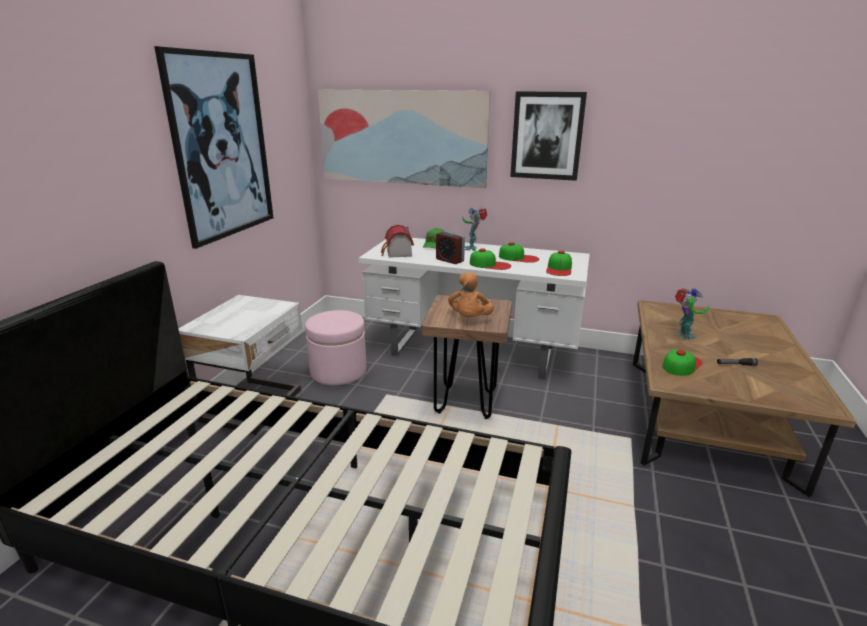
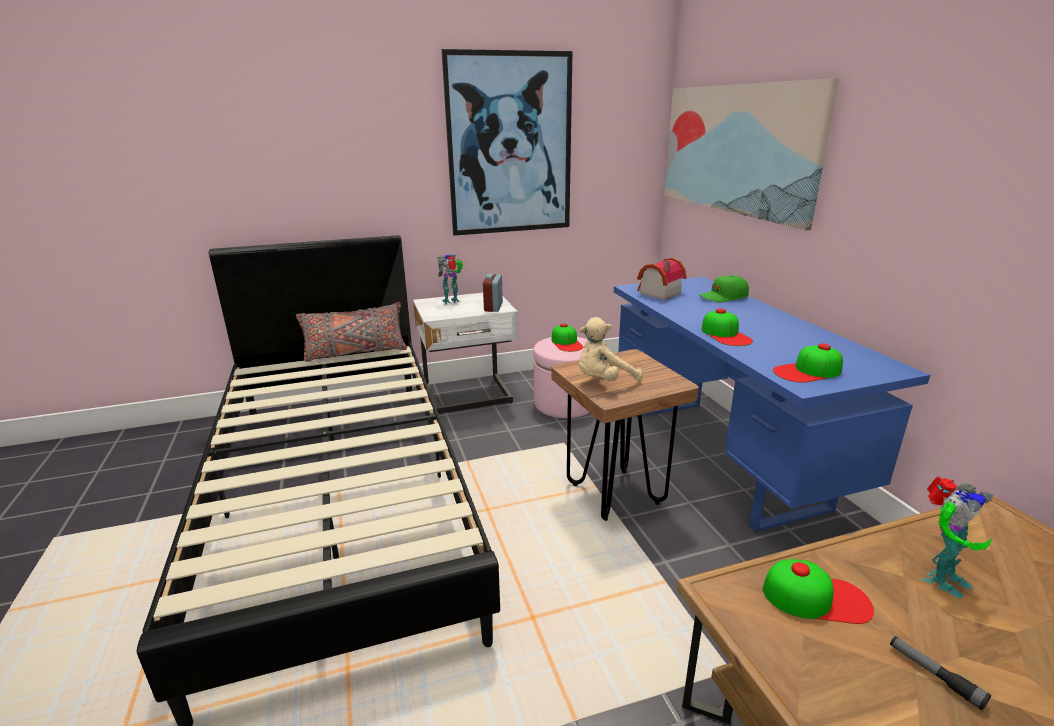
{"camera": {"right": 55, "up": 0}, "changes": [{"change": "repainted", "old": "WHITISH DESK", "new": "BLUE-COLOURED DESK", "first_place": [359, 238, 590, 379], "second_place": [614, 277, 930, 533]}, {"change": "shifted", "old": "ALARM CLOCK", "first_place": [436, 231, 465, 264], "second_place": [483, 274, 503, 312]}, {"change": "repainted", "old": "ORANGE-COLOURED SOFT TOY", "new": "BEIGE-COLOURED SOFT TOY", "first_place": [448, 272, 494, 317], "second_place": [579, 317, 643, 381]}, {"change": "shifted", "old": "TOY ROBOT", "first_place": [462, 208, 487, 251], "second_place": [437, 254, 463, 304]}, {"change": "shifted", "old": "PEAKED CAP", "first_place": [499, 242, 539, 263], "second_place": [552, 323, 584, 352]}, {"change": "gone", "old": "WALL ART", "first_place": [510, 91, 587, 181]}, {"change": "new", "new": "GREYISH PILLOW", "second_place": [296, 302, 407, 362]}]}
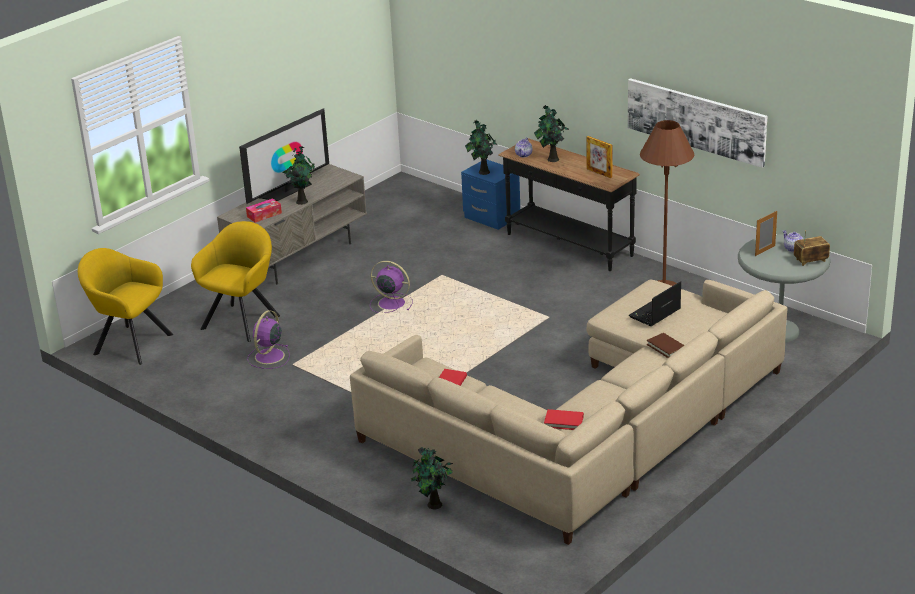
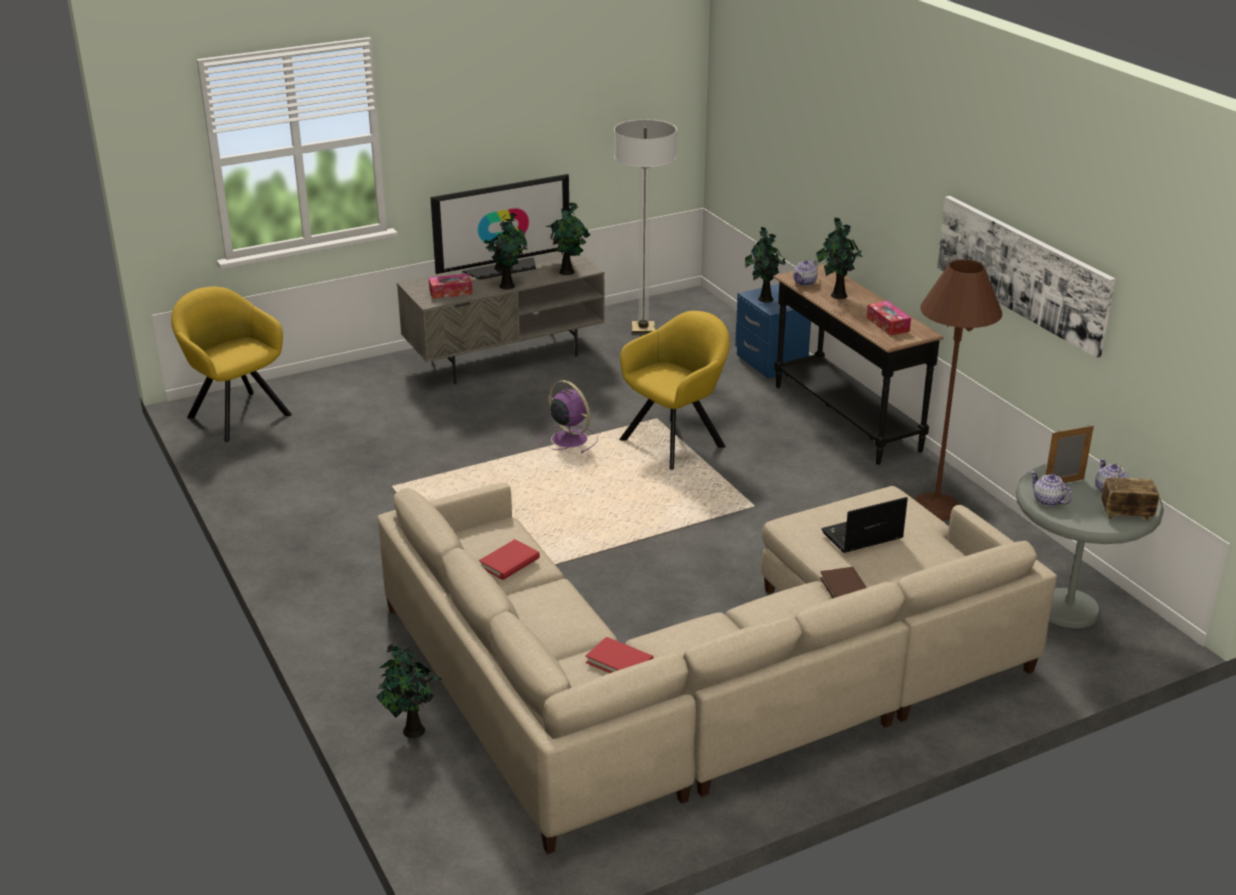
{"camera": {"right": 20, "up": 0}, "changes": [{"change": "shifted", "old": "YELLOW LOUNGE CHAIR", "first_place": [191, 221, 280, 342], "second_place": [619, 311, 730, 470]}, {"change": "gone", "old": "PURPLISH ELECTRIC FAN", "first_place": [247, 310, 290, 369]}, {"change": "swapped", "old": "PICTURE FRAME", "new": "TISSUE BOX", "first_place": [586, 136, 612, 178], "second_place": [867, 301, 911, 336]}, {"change": "new", "new": "PLANT IN A POT", "second_place": [546, 203, 590, 275]}, {"change": "new", "new": "STANDARD LAMP", "second_place": [614, 119, 677, 333]}, {"change": "new", "new": "POT FOR TEA", "second_place": [1030, 471, 1073, 506]}]}
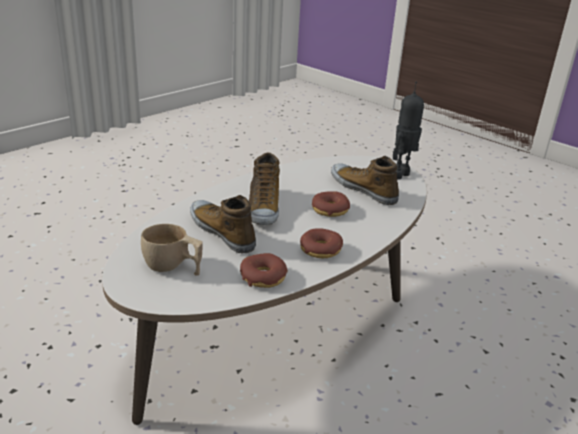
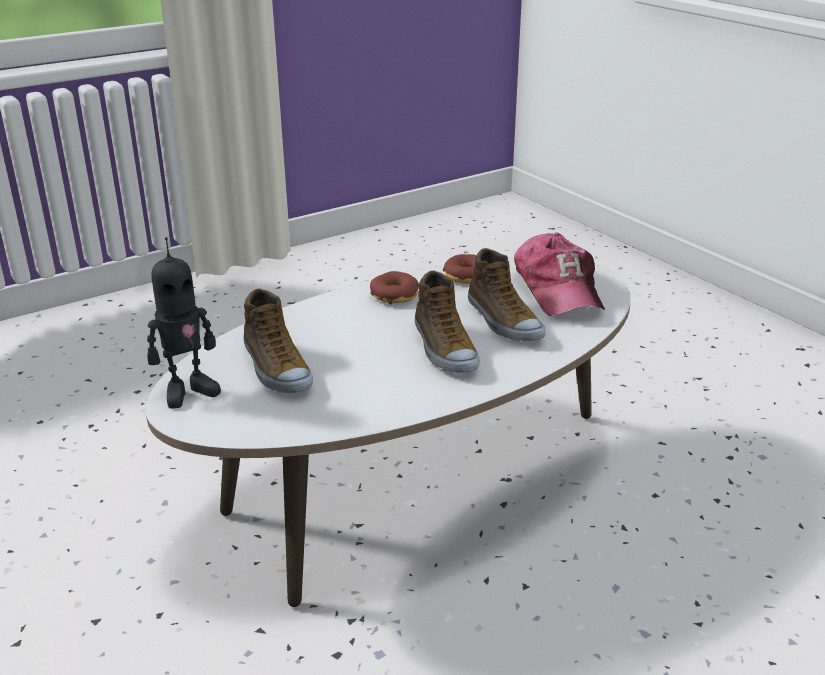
{"camera": {"right": -165, "up": 0}, "changes": [{"change": "swapped", "old": "BEIGE-COLOURED SMALL CUP", "new": "PEAKED CAP", "first_place": [141, 224, 203, 276], "second_place": [514, 232, 605, 316]}, {"change": "rotated", "old": "ITEM OF FOOTWEAR", "first_place": [248, 153, 280, 225], "second_place": [415, 271, 480, 373], "degrees": 150}, {"change": "gone", "old": "DONUT", "first_place": [312, 191, 350, 217]}]}
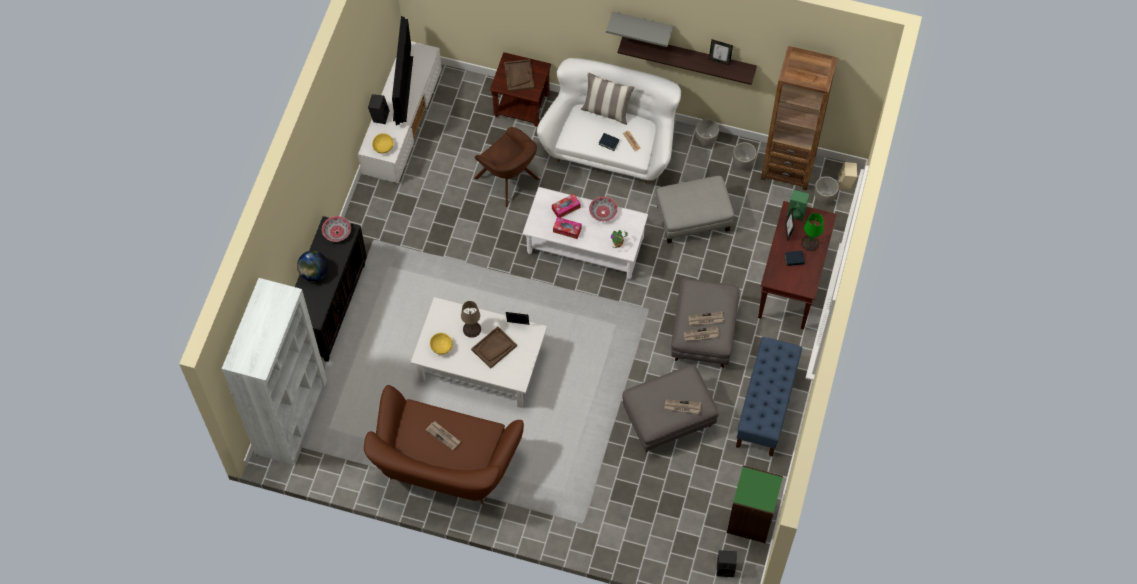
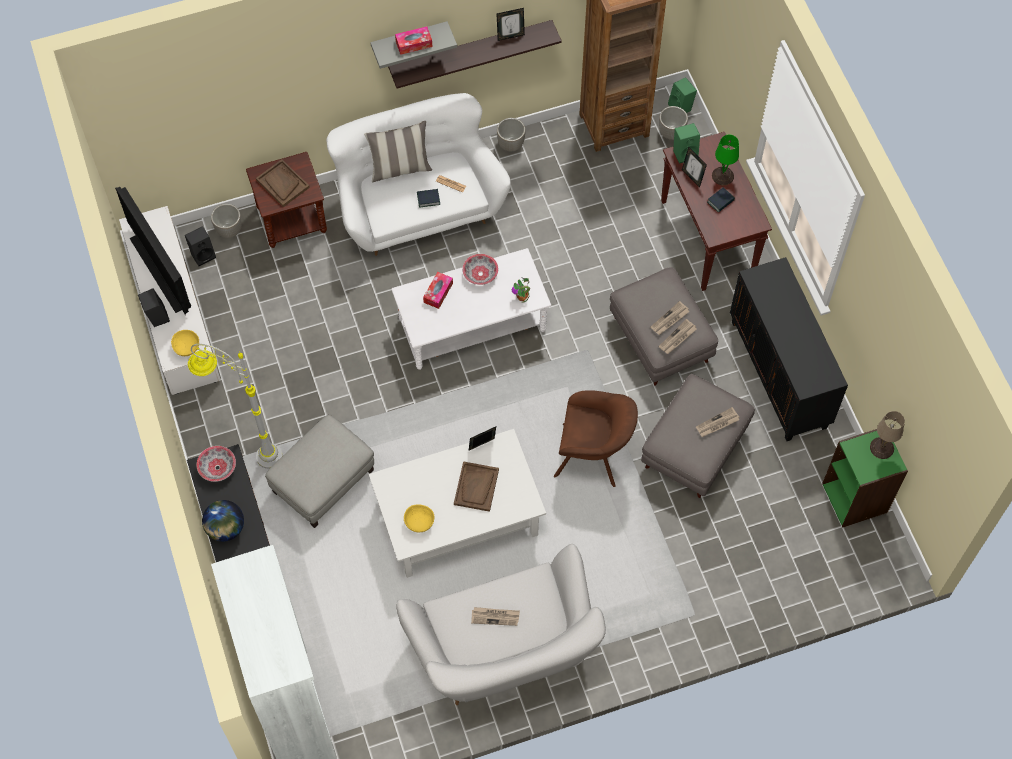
{"camera": {"right": -35, "up": 0}, "changes": [{"change": "repainted", "old": "BROWN-COLOURED SOFA", "new": "WHITISH SOFA", "first_place": [364, 385, 524, 505], "second_place": [396, 544, 606, 705]}, {"change": "shifted", "old": "BEIGE-COLOURED LAMP FOR A TABLE", "first_place": [461, 301, 481, 338], "second_place": [870, 411, 905, 459]}, {"change": "shifted", "old": "BROWN-COLOURED LOUNGE CHAIR", "first_place": [474, 127, 539, 207], "second_place": [554, 390, 638, 487]}, {"change": "shifted", "old": "TISSUE BOX", "first_place": [553, 217, 582, 239], "second_place": [395, 26, 432, 55]}, {"change": "shifted", "old": "GREYISH OTTOMAN", "first_place": [656, 176, 734, 243], "second_place": [265, 415, 374, 528]}, {"change": "shifted", "old": "BLACK-COLOURED SPEAKER", "first_place": [717, 550, 737, 577], "second_place": [185, 226, 216, 266]}, {"change": "shifted", "old": "PLANTER", "first_place": [733, 142, 757, 170], "second_place": [211, 204, 242, 238]}, {"change": "swapped", "old": "BLUE-COLOURED BENCH", "new": "BLACK-COLOURED STORAGE CABINET", "first_place": [736, 337, 802, 457], "second_place": [730, 257, 848, 441]}, {"change": "repainted", "old": "BEIGE-COLOURED SPEAKER", "new": "GREENISH SPEAKER", "first_place": [838, 162, 857, 190], "second_place": [668, 77, 697, 113]}, {"change": "new", "new": "GREYISH STANDARD LAMP", "second_place": [188, 344, 283, 469]}]}
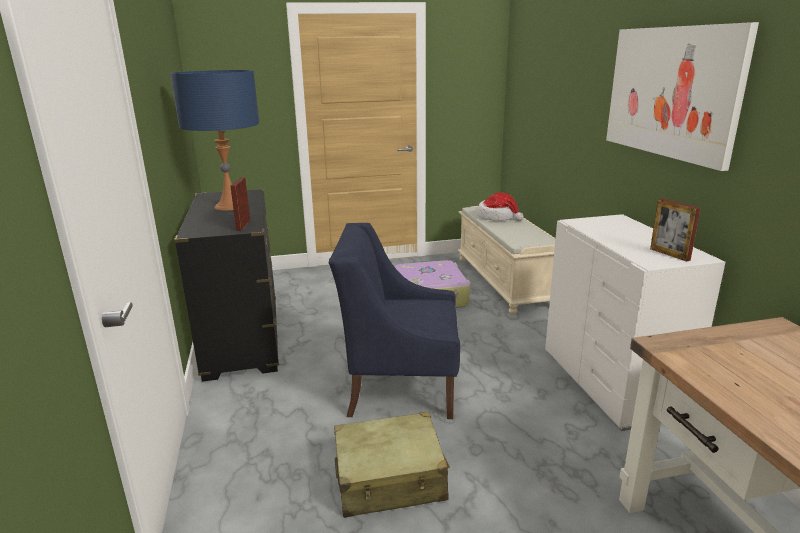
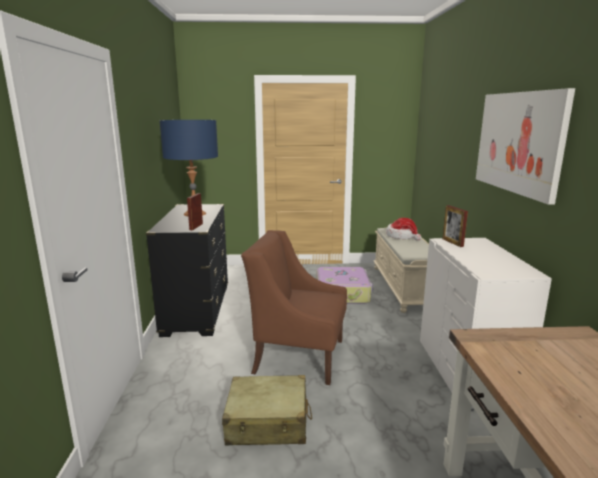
{"camera": {"right": 10, "up": -5}, "changes": [{"change": "repainted", "old": "BLUE-COLOURED LOUNGE CHAIR", "new": "BROWN-COLOURED LOUNGE CHAIR", "first_place": [329, 223, 460, 419], "second_place": [241, 230, 347, 385]}, {"change": "shifted", "old": "PICTURE FRAME", "first_place": [650, 198, 701, 262], "second_place": [443, 205, 468, 247]}]}
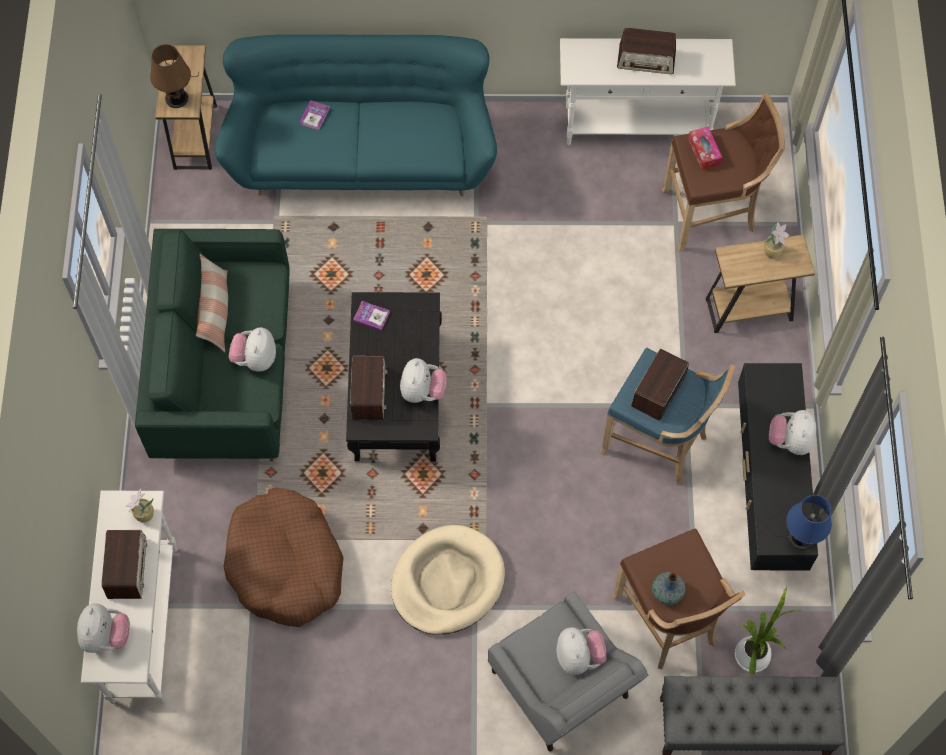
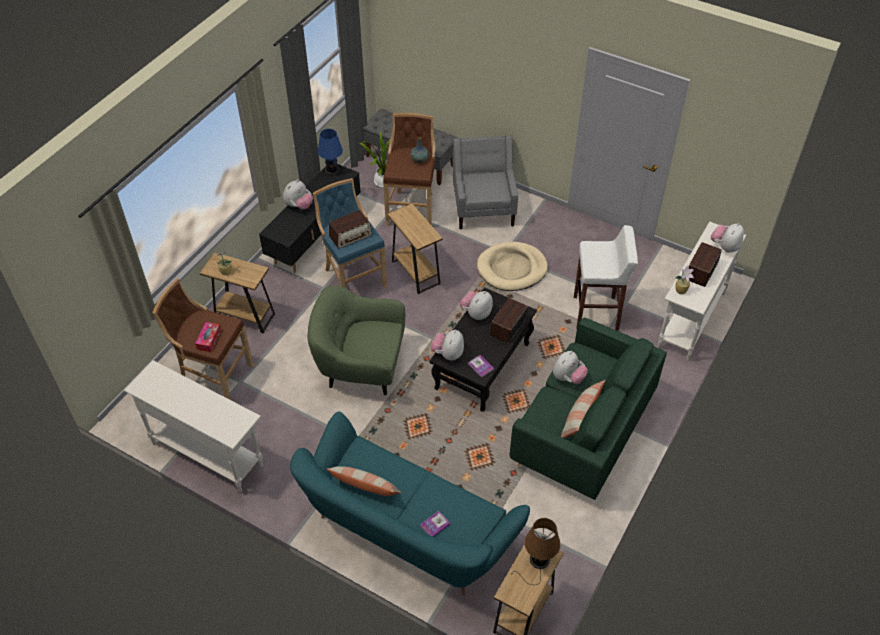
{"camera": {"right": -150, "up": -15}, "changes": [{"change": "swapped", "old": "BROWN-COLOURED DOG BED", "new": "WHITISH STOOL SEAT", "first_place": [224, 487, 344, 627], "second_place": [574, 225, 638, 331]}, {"change": "shifted", "old": "SOFT TOY", "first_place": [557, 627, 606, 675], "second_place": [431, 330, 464, 360]}, {"change": "gone", "old": "RADIO SET", "first_place": [617, 28, 676, 74]}, {"change": "new", "new": "GREENISH LOUNGE CHAIR", "second_place": [308, 285, 405, 395]}, {"change": "new", "new": "PILLOW", "second_place": [327, 466, 401, 496]}, {"change": "new", "new": "BROWN-COLOURED END TABLE", "second_place": [387, 203, 443, 294]}]}
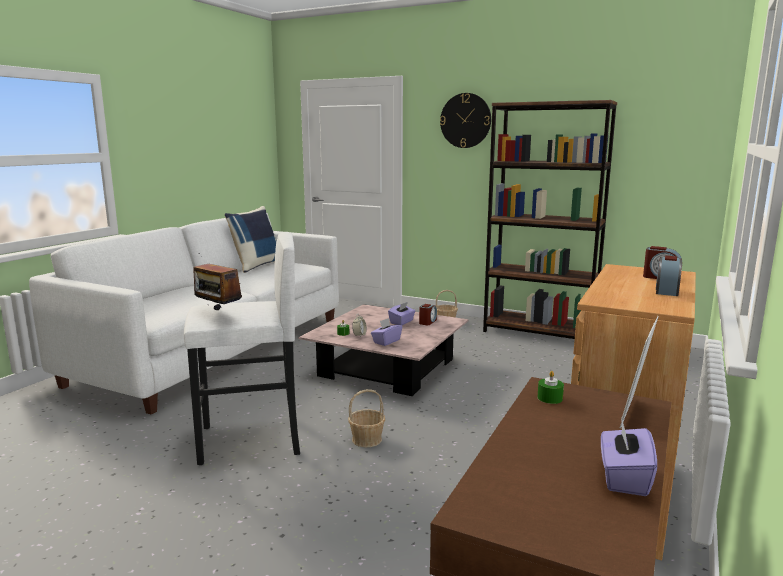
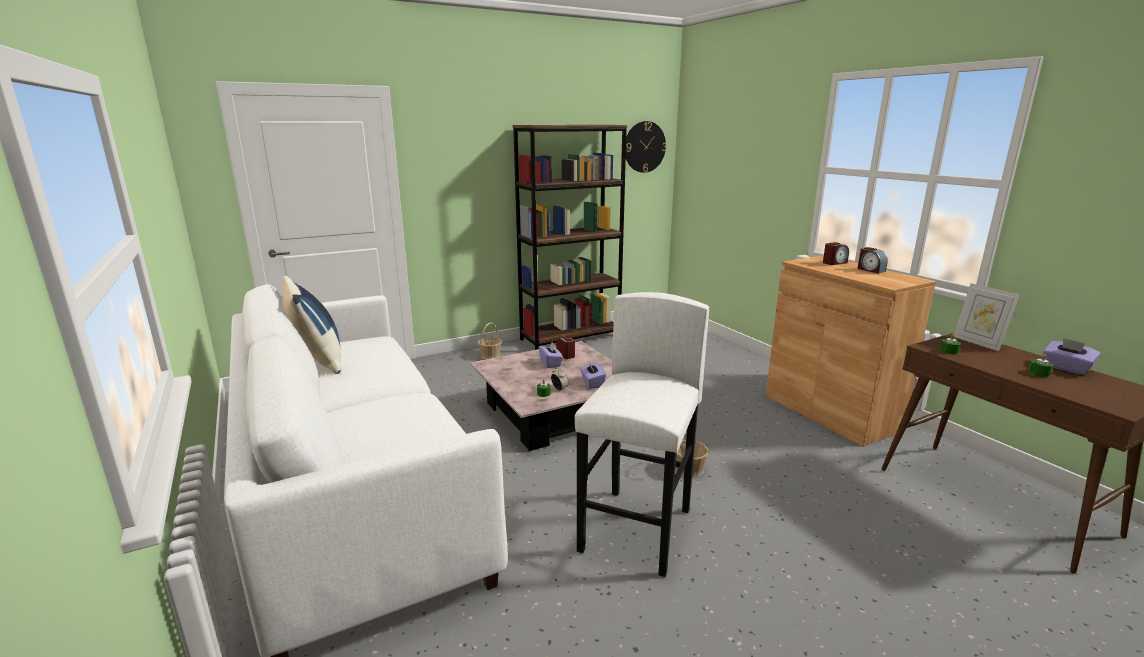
{"camera": {"right": -55, "up": 5}, "changes": [{"change": "gone", "old": "RADIO SET", "first_place": [193, 253, 242, 310]}, {"change": "shifted", "old": "HANGING CLOCK", "first_place": [440, 93, 491, 148], "second_place": [626, 121, 667, 173]}, {"change": "new", "new": "GREENISH WAX CANDLE", "second_place": [1028, 354, 1053, 377]}]}
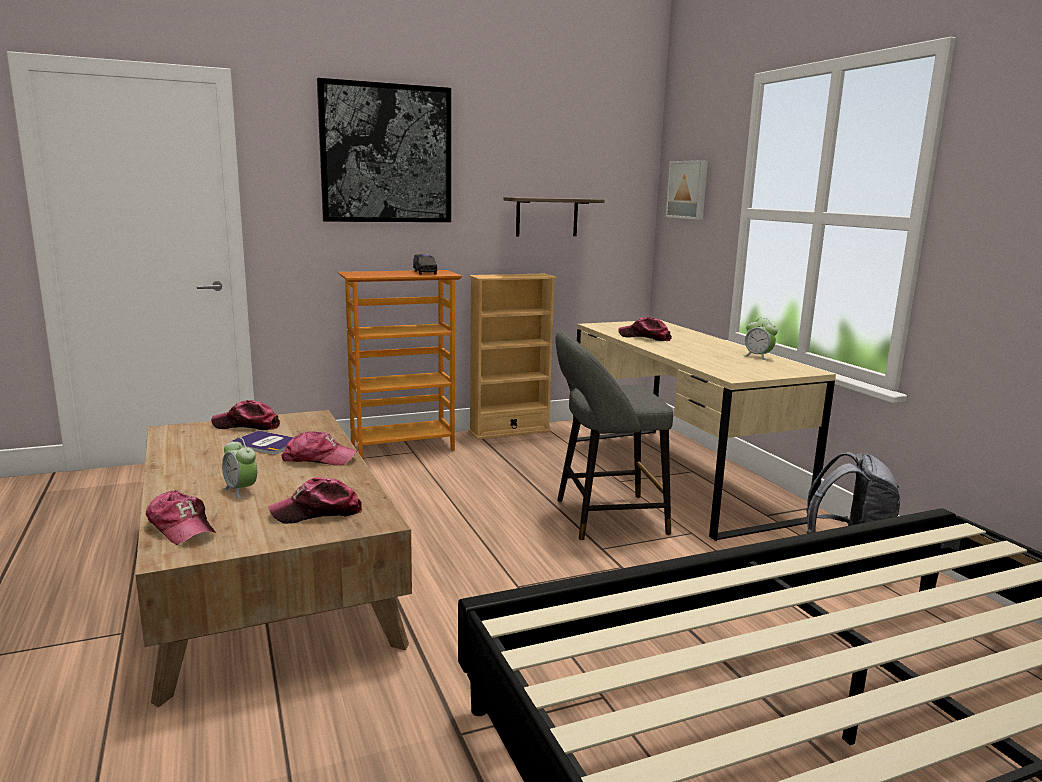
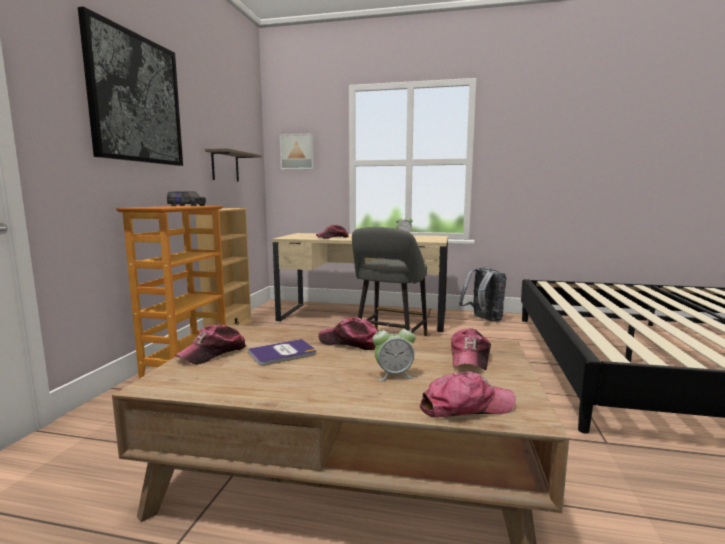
{"camera": {"right": -55, "up": -5}, "changes": [{"change": "rotated", "old": "PEAKED CAP", "first_place": [281, 431, 357, 466], "second_place": [318, 317, 378, 350], "degrees": -105}]}
